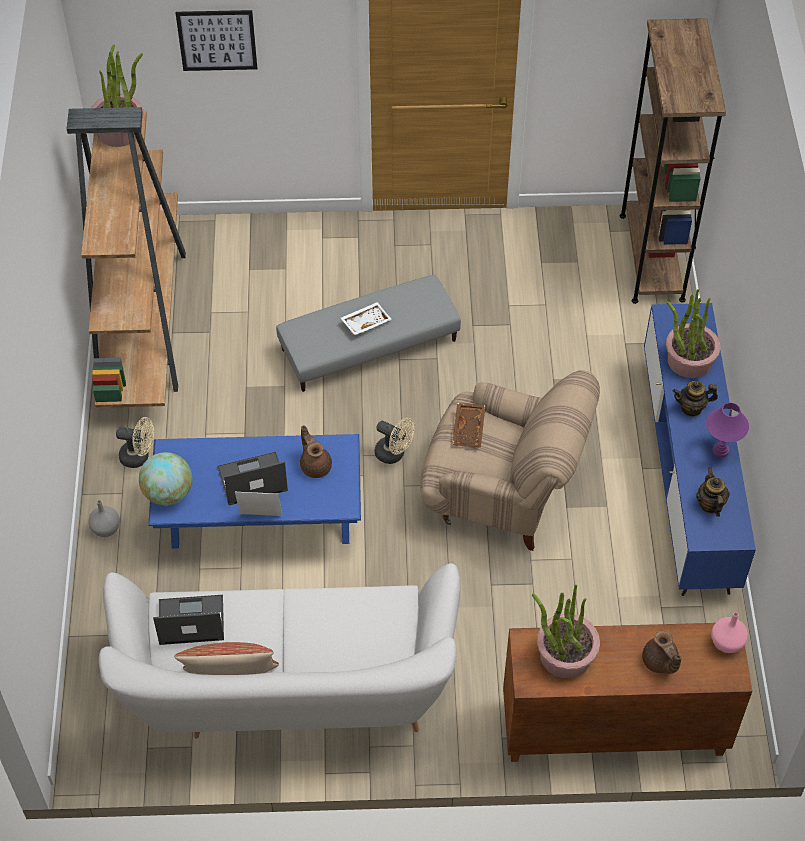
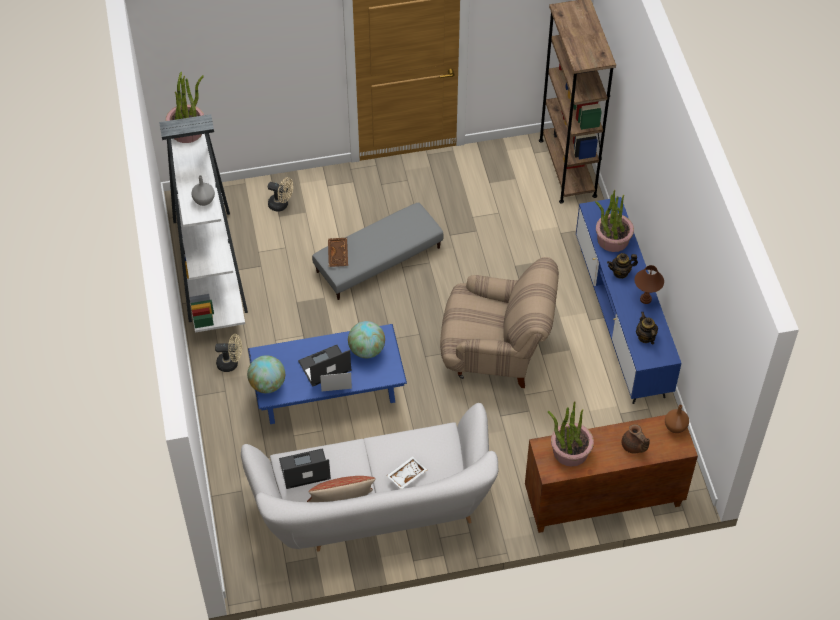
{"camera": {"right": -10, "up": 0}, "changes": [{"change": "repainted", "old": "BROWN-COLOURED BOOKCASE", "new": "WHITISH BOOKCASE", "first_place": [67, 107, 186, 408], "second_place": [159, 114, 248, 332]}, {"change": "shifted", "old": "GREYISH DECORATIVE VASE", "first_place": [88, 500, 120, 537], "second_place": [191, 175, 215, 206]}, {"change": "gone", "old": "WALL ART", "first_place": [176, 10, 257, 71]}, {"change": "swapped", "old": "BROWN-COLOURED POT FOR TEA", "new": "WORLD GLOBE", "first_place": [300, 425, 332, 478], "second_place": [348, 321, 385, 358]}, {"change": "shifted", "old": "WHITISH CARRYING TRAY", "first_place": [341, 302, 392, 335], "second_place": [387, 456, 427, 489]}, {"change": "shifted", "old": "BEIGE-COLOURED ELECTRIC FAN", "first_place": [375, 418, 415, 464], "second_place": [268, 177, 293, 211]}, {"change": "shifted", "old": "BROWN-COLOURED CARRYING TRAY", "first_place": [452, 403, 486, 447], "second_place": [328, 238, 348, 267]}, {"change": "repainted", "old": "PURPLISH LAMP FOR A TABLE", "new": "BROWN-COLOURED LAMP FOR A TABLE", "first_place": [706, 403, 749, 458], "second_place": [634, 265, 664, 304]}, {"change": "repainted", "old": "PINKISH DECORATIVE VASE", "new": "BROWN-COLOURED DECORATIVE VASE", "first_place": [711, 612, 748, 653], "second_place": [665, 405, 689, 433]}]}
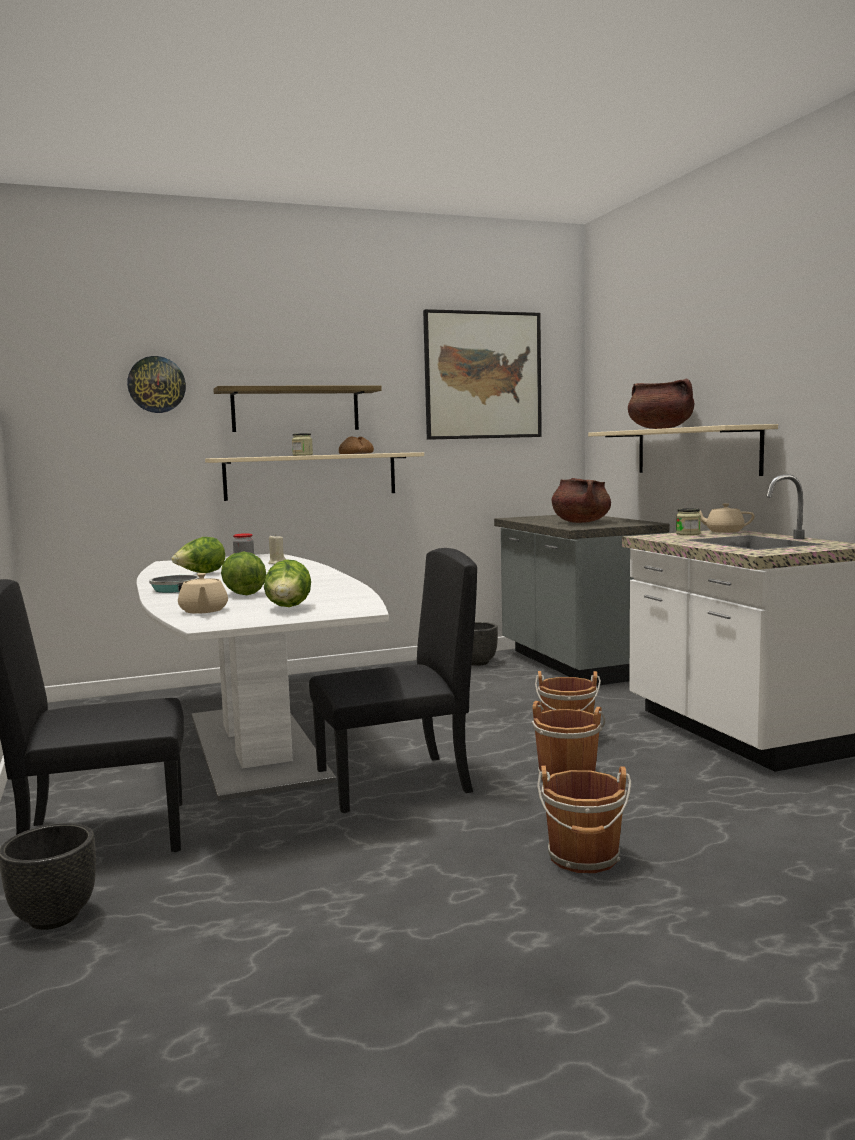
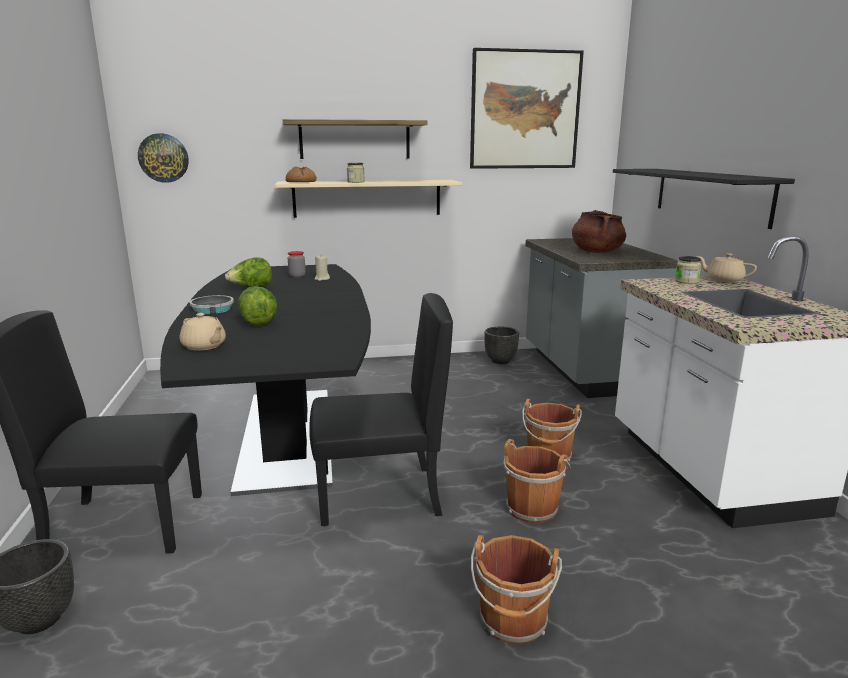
{"camera": {"right": 10, "up": 10}, "changes": [{"change": "shifted", "old": "HANGING CLOCK", "first_place": [127, 356, 186, 413], "second_place": [138, 133, 189, 183]}, {"change": "repainted", "old": "WHITISH DINING TABLE", "new": "BLACK-COLOURED DINING TABLE", "first_place": [137, 554, 389, 801], "second_place": [160, 264, 371, 496]}, {"change": "rotated", "old": "BEIGE-COLOURED POT FOR TEA", "first_place": [178, 573, 228, 614], "second_place": [180, 313, 226, 351], "degrees": -45}, {"change": "gone", "old": "HEAD OF LETTUCE", "first_place": [264, 559, 311, 607]}, {"change": "shifted", "old": "BREAD", "first_place": [339, 436, 374, 454], "second_place": [286, 166, 316, 182]}, {"change": "repainted", "old": "BEIGE-COLOURED WALL SHELF", "new": "BLACK-COLOURED WALL SHELF", "first_place": [588, 424, 778, 476], "second_place": [613, 169, 795, 229]}, {"change": "gone", "old": "BROWN-COLOURED COOKING POT", "first_place": [628, 379, 694, 429]}]}
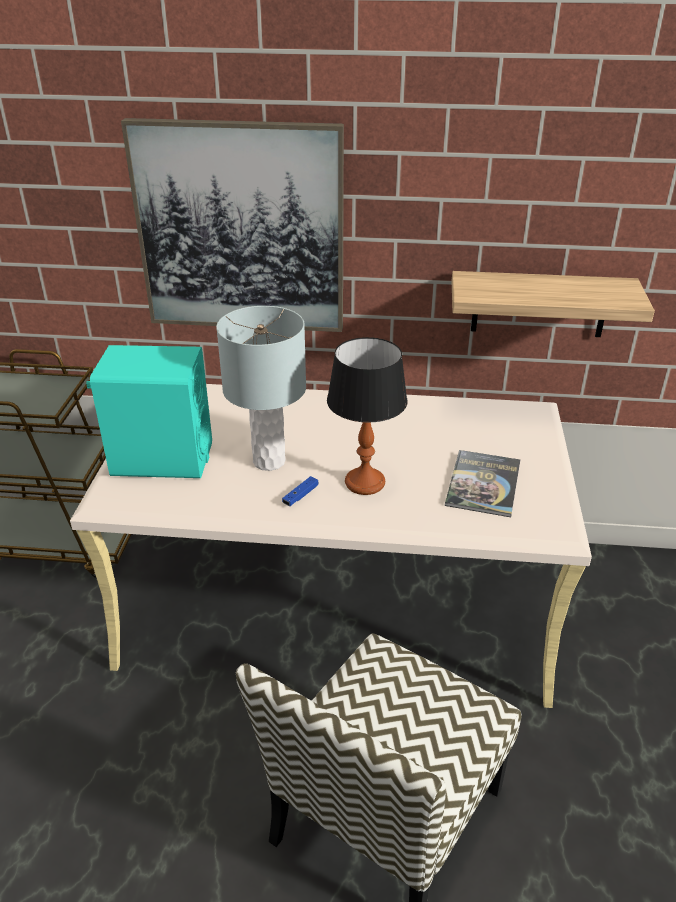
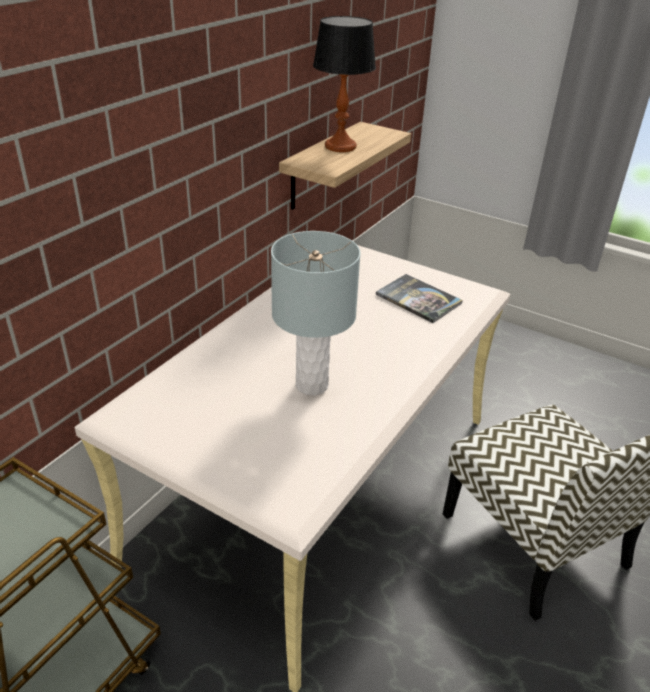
{"camera": {"right": -65, "up": 0}, "changes": [{"change": "gone", "old": "BLUE-GREEN SPEAKER", "first_place": [86, 345, 212, 478]}, {"change": "gone", "old": "WALL ART", "first_place": [121, 118, 344, 332]}, {"change": "gone", "old": "BLUE-COLOURED GAMEPAD", "first_place": [282, 476, 318, 506]}, {"change": "shifted", "old": "LAMP FOR A TABLE", "first_place": [327, 337, 407, 495], "second_place": [313, 16, 376, 152]}]}
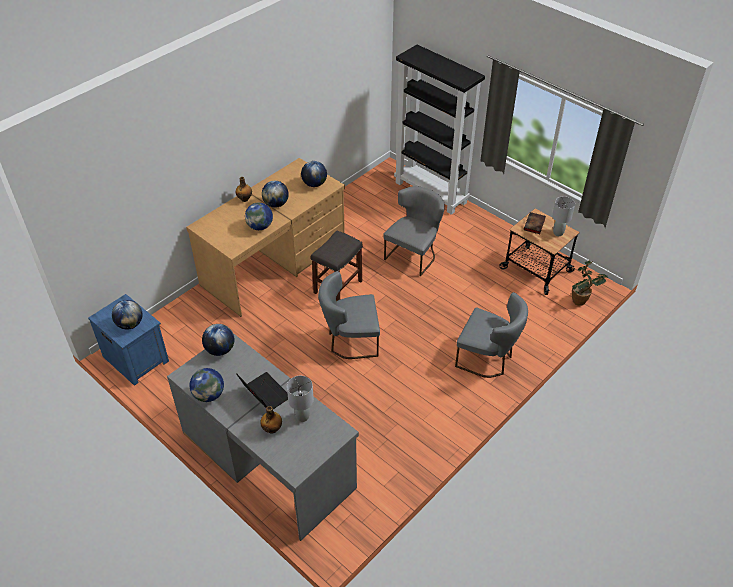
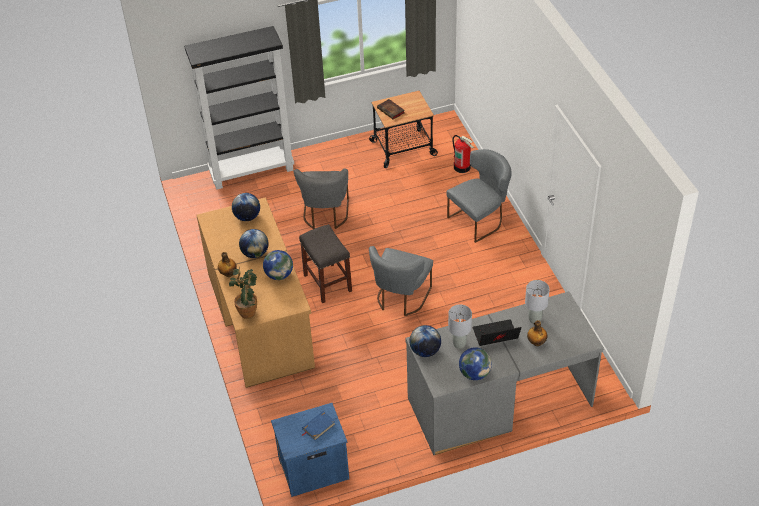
{"camera": {"right": -60, "up": 0}, "changes": [{"change": "swapped", "old": "WORLD GLOBE", "new": "BLUE-COLOURED BOOK", "first_place": [112, 300, 142, 329], "second_place": [302, 411, 336, 440]}, {"change": "rotated", "old": "GREYISH CHAIR", "first_place": [383, 186, 445, 276], "second_place": [293, 168, 349, 229], "degrees": -150}, {"change": "shifted", "old": "GREYISH LAMP FOR A TABLE", "first_place": [552, 196, 575, 236], "second_place": [448, 304, 472, 349]}, {"change": "shifted", "old": "PLANT IN A POT", "first_place": [572, 261, 609, 306], "second_place": [229, 267, 257, 319]}, {"change": "new", "new": "FIRE-FIGHTING CYLINDER", "second_place": [452, 135, 474, 173]}]}
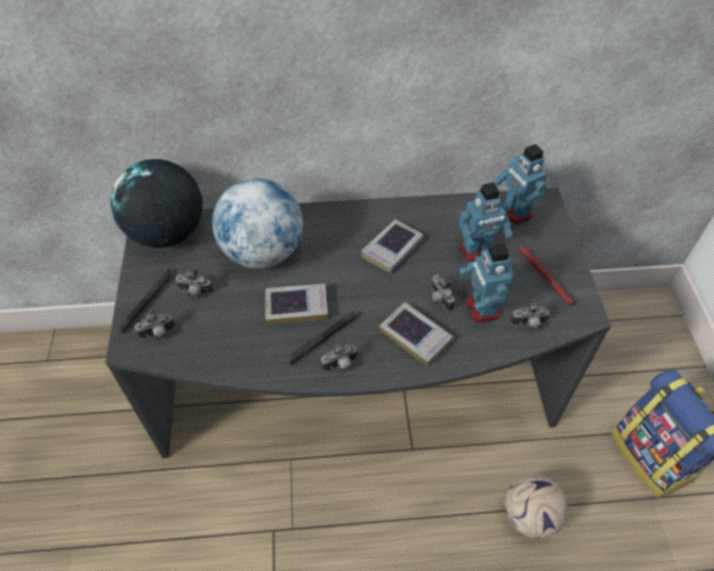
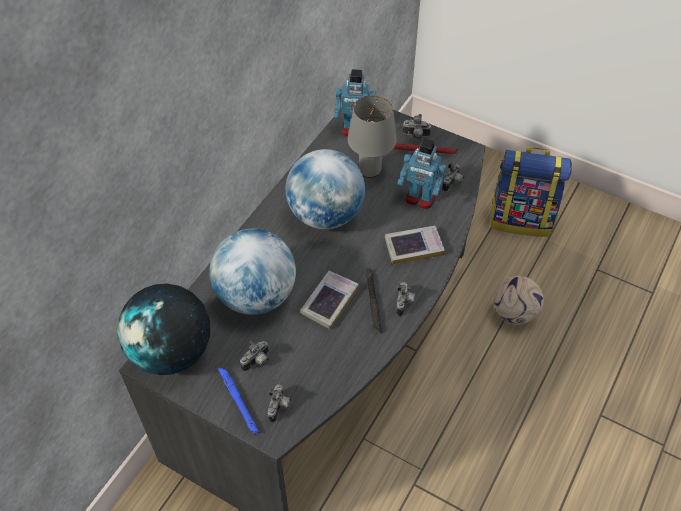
{"camera": {"right": -55, "up": 0}, "changes": [{"change": "repainted", "old": "BLACK-COLOURED FLASHLIGHT", "new": "BLUE-COLOURED FLASHLIGHT", "first_place": [118, 269, 170, 334], "second_place": [217, 368, 259, 435]}, {"change": "swapped", "old": "BOOK", "new": "WORLD GLOBE", "first_place": [361, 219, 424, 273], "second_place": [286, 149, 365, 229]}, {"change": "shifted", "old": "STILL CAMERA", "first_place": [430, 275, 455, 311], "second_place": [402, 114, 431, 139]}, {"change": "swapped", "old": "TOY ROBOT", "new": "GREYISH LAMP FOR A TABLE", "first_place": [459, 182, 513, 262], "second_place": [348, 95, 396, 178]}]}
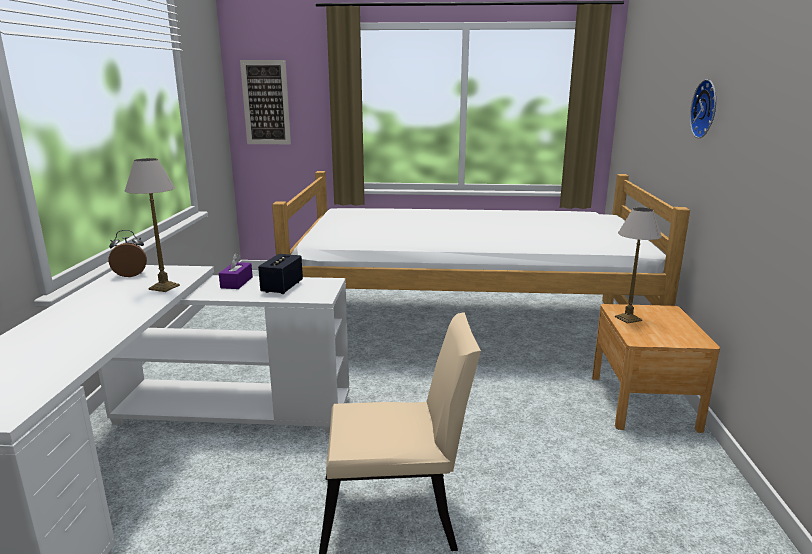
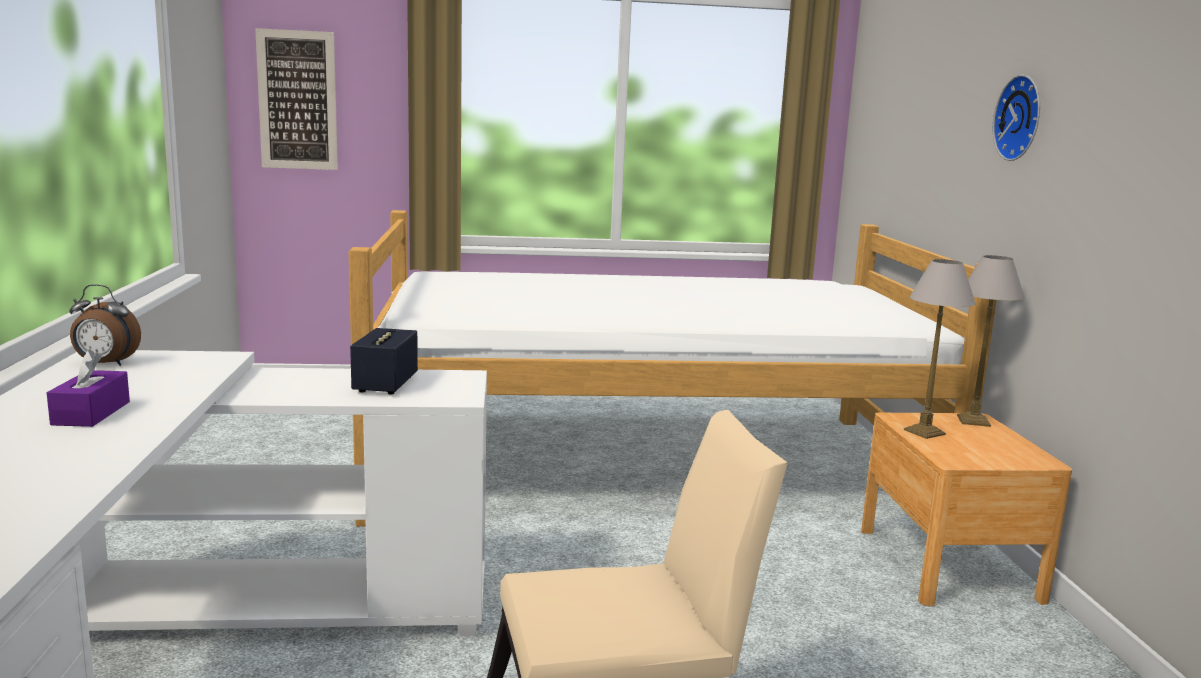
{"camera": {"right": -10, "up": -5}, "changes": [{"change": "rotated", "old": "ALARM CLOCK", "first_place": [109, 230, 147, 277], "second_place": [69, 284, 141, 366], "degrees": -150}, {"change": "shifted", "old": "LAMP FOR A TABLE", "first_place": [125, 158, 180, 292], "second_place": [957, 255, 1025, 427]}, {"change": "shifted", "old": "PURPLISH TISSUE BOX", "first_place": [219, 253, 253, 289], "second_place": [47, 350, 130, 427]}]}
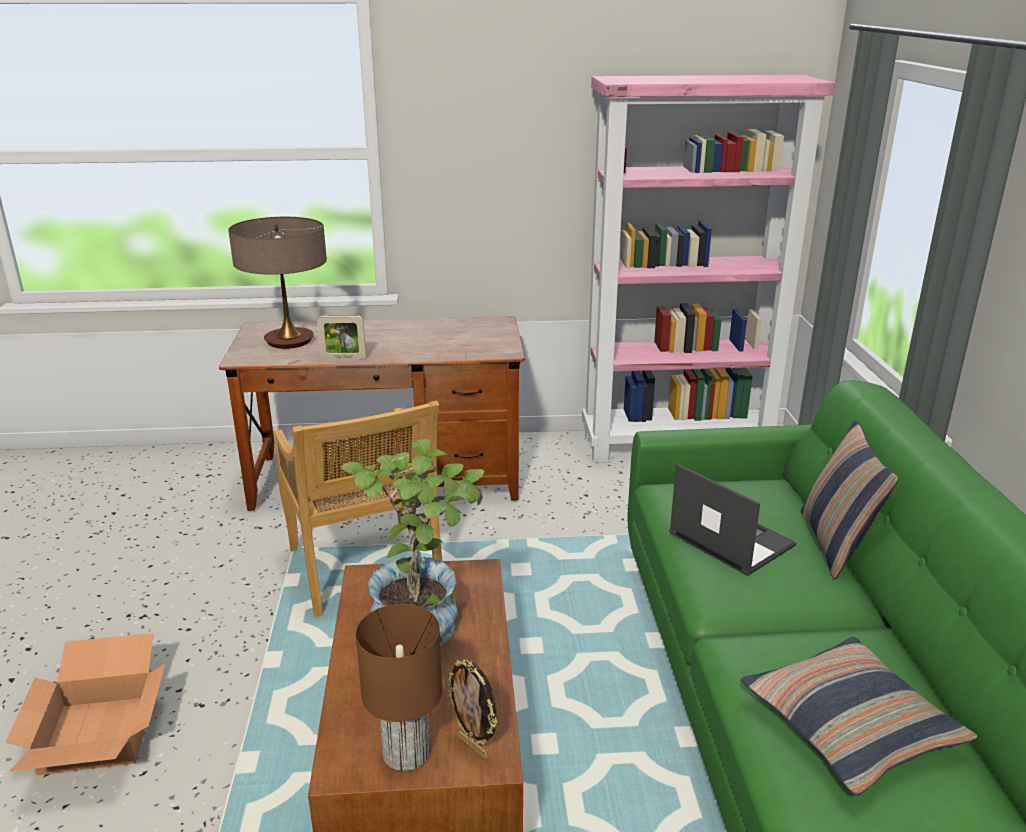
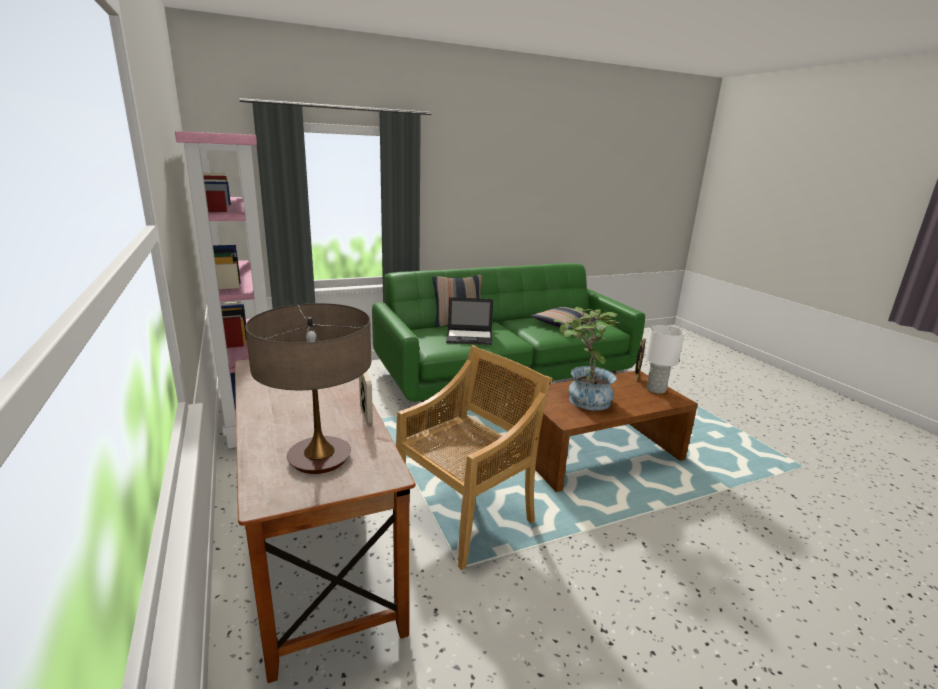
{"camera": {"right": -110, "up": -5}, "changes": [{"change": "gone", "old": "CARTON", "first_place": [5, 633, 166, 775]}, {"change": "repainted", "old": "BROWN-COLOURED LAMP FOR A TABLE", "new": "WHITISH LAMP FOR A TABLE", "first_place": [356, 604, 442, 771], "second_place": [645, 325, 685, 394]}, {"change": "rotated", "old": "NOTEBOOK COMPUTER", "first_place": [669, 464, 796, 576], "second_place": [446, 297, 493, 345], "degrees": -120}]}
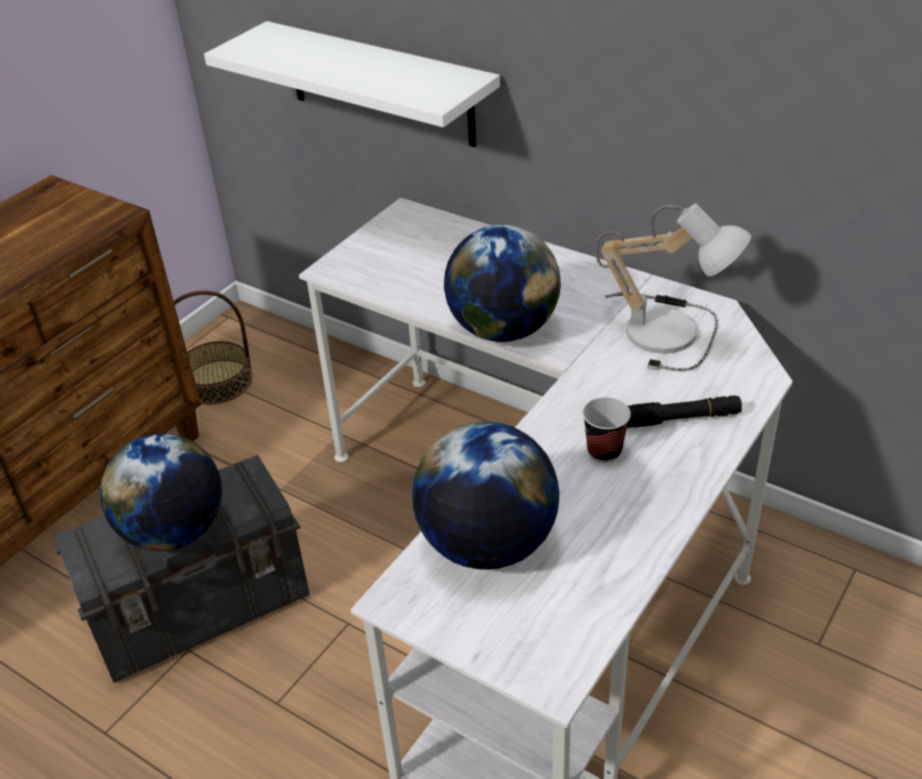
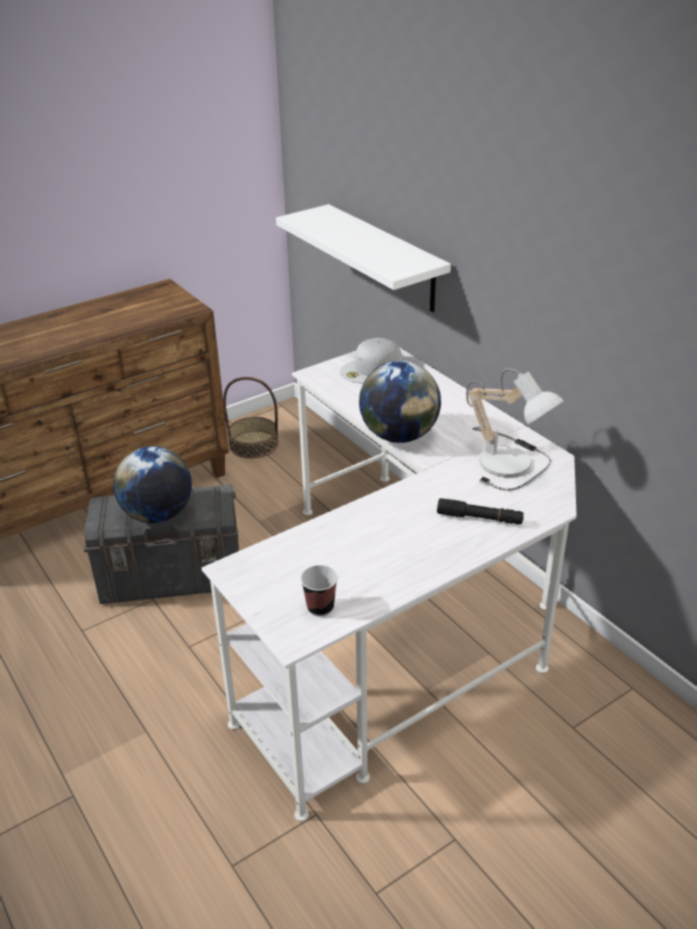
{"camera": {"right": 20, "up": -5}, "changes": [{"change": "gone", "old": "WORLD GLOBE", "first_place": [412, 422, 559, 570]}, {"change": "shifted", "old": "SMALL CUP", "first_place": [583, 397, 631, 462], "second_place": [301, 565, 338, 617]}, {"change": "new", "new": "WHITISH PEAKED CAP", "second_place": [340, 338, 403, 383]}]}
